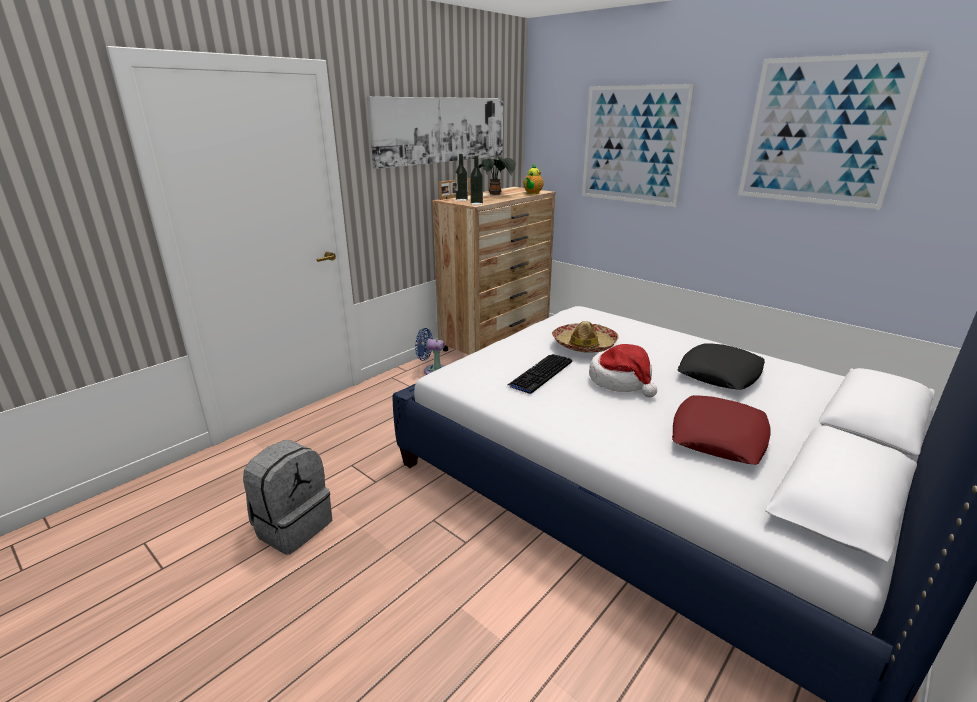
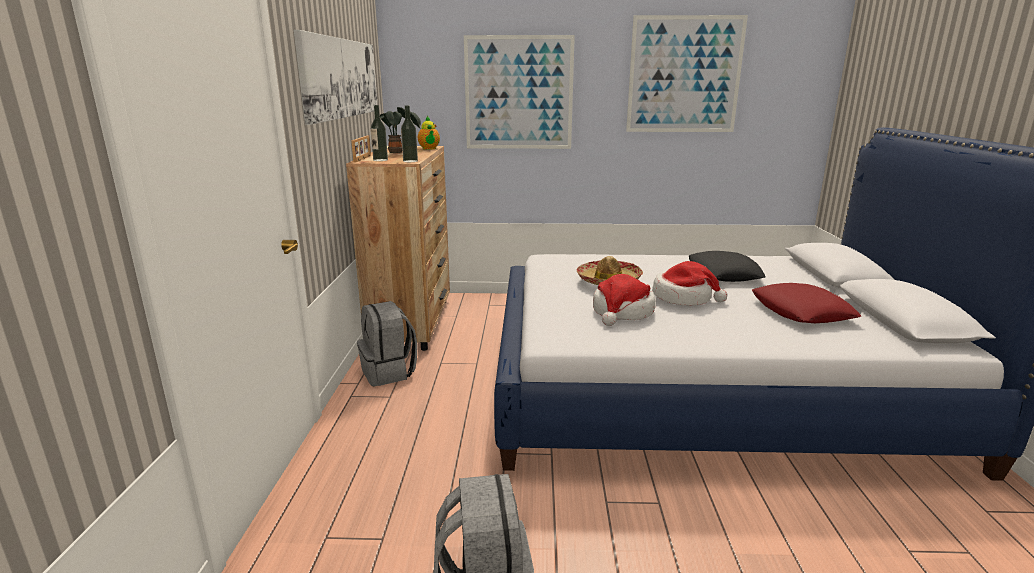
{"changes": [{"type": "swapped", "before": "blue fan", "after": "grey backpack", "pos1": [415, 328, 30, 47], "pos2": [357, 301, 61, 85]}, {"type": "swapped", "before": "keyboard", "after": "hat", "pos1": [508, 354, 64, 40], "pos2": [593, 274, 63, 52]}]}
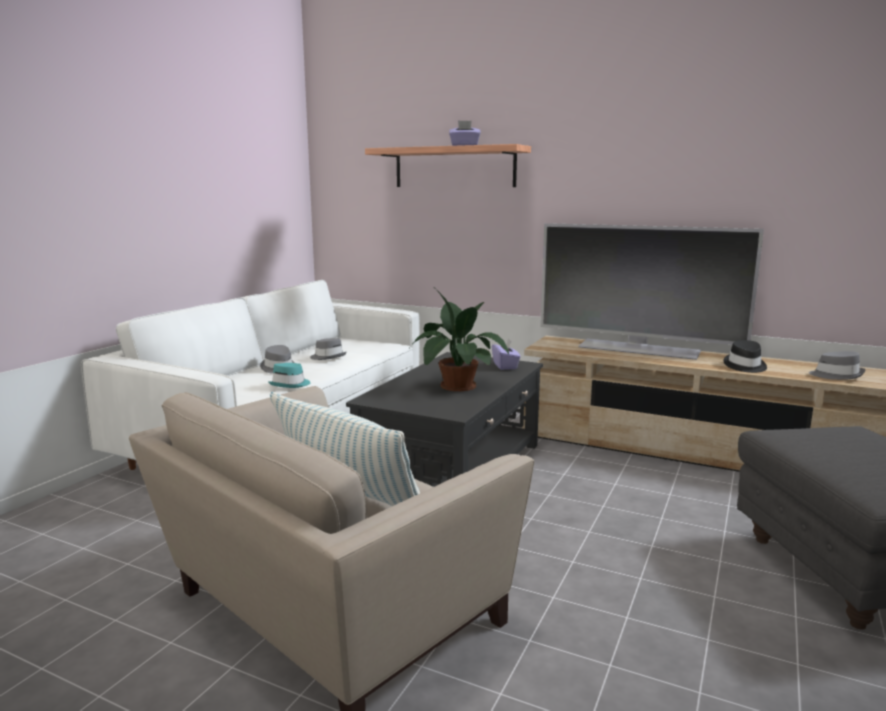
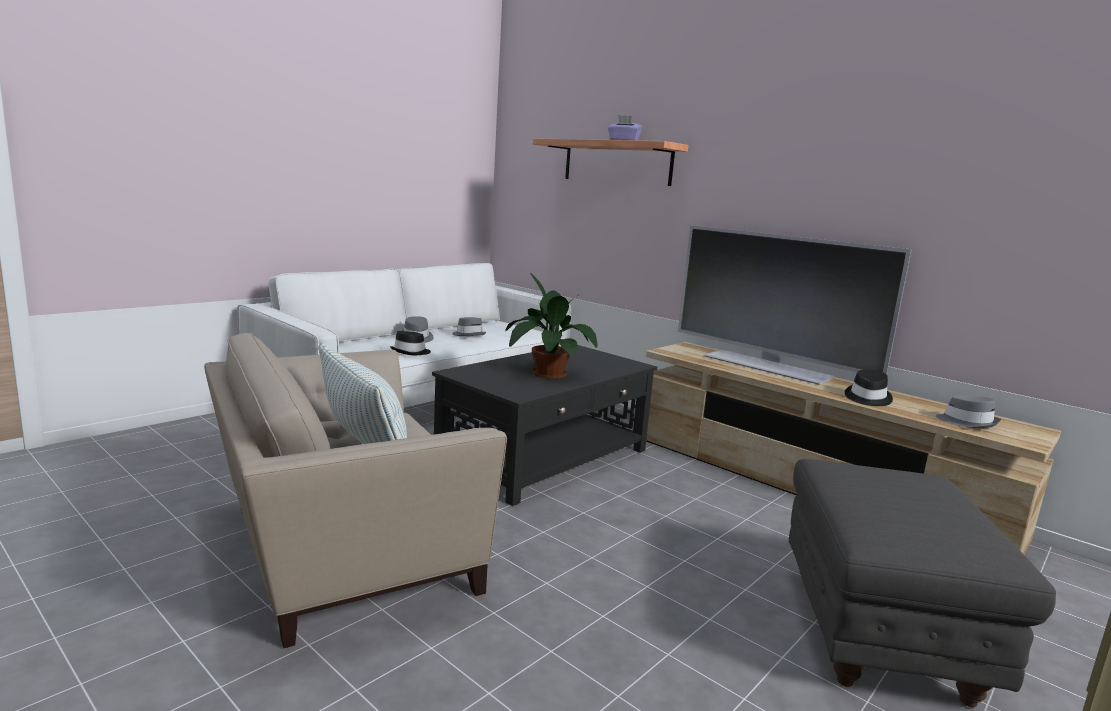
{"changes": [{"type": "gone", "before": "purple tissue box", "pos1": [492, 338, 28, 32]}, {"type": "repainted", "before": "turquoise hat", "after": "black hat", "pos1": [268, 363, 42, 25], "pos2": [390, 331, 41, 24]}]}
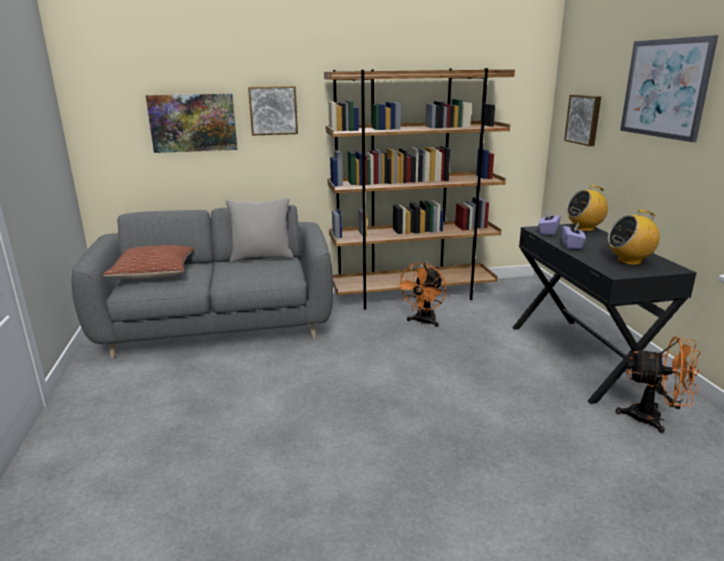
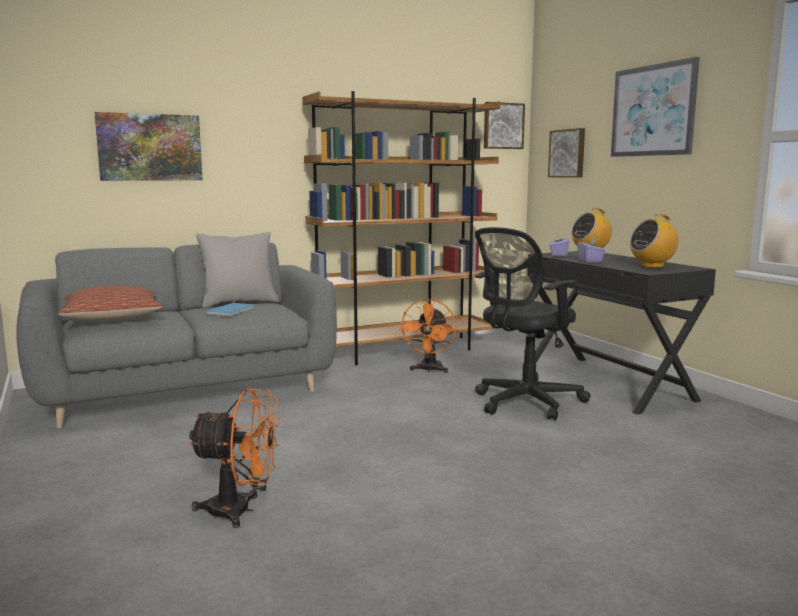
{"changes": [{"type": "shifted", "before": "picture", "pos1": [248, 86, 50, 50], "pos2": [484, 102, 41, 47]}, {"type": "shifted", "before": "orange fan", "pos1": [616, 336, 85, 97], "pos2": [188, 388, 92, 140]}, {"type": "new", "after": "black office chair", "pos2": [475, 227, 116, 194]}, {"type": "new", "after": "blue book", "pos2": [205, 303, 49, 13]}]}
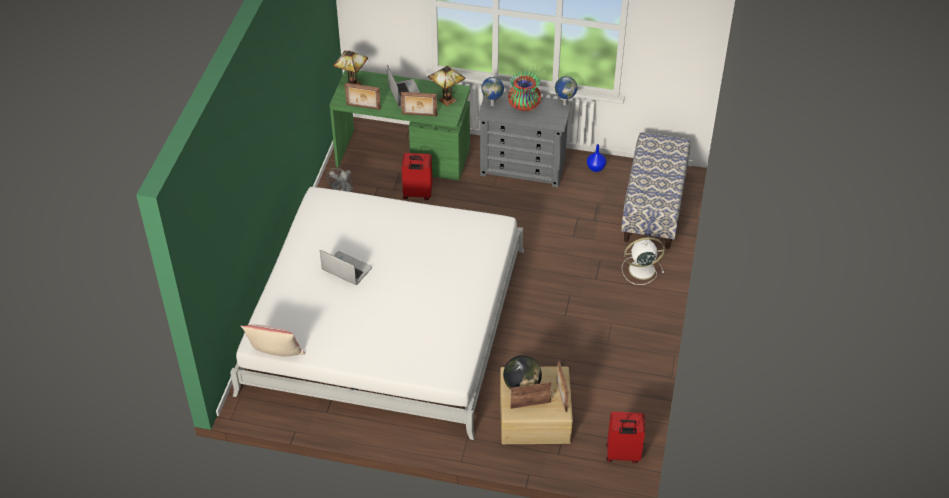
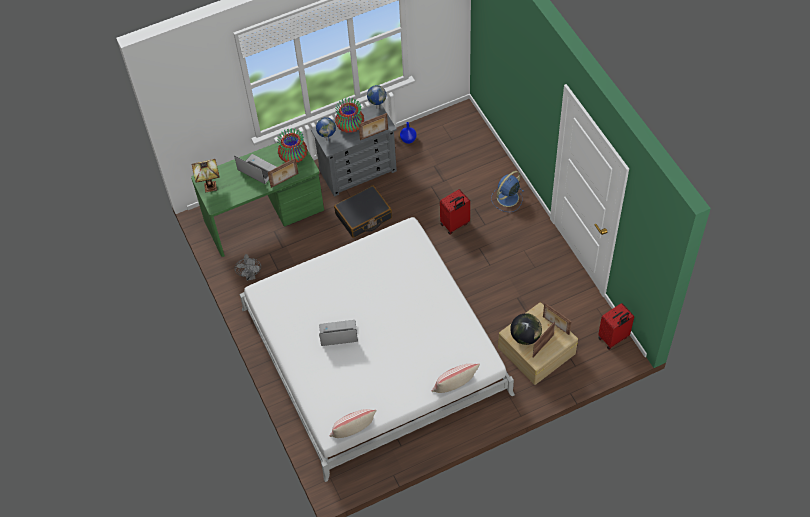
{"changes": [{"type": "swapped", "before": "table lamp", "after": "vase", "pos1": [428, 65, 37, 41], "pos2": [277, 128, 31, 34]}, {"type": "shifted", "before": "picture frame", "pos1": [345, 83, 36, 27], "pos2": [358, 113, 30, 27]}, {"type": "gone", "before": "bench", "pos1": [621, 132, 69, 117]}, {"type": "shifted", "before": "red suitcase", "pos1": [402, 153, 30, 47], "pos2": [440, 189, 30, 46]}, {"type": "repainted", "before": "white fan", "after": "blue fan", "pos1": [622, 237, 42, 48], "pos2": [491, 171, 33, 41]}, {"type": "new", "after": "black suitcase", "pos2": [334, 185, 58, 53]}, {"type": "new", "after": "pillow", "pos2": [432, 363, 48, 30]}]}
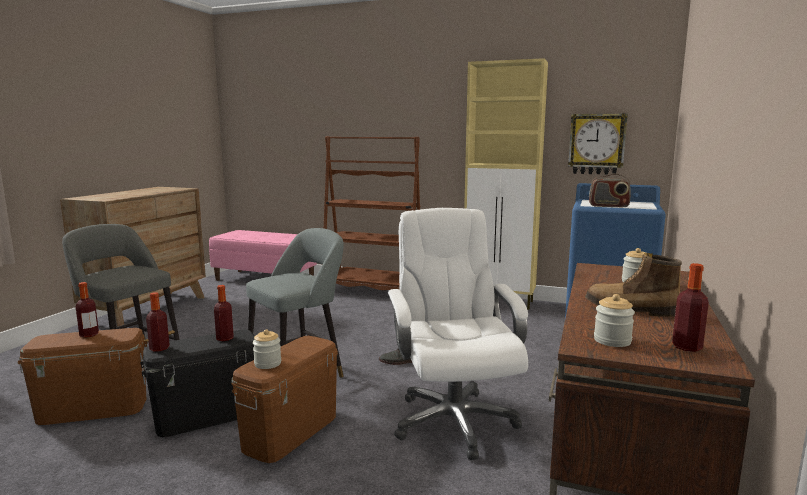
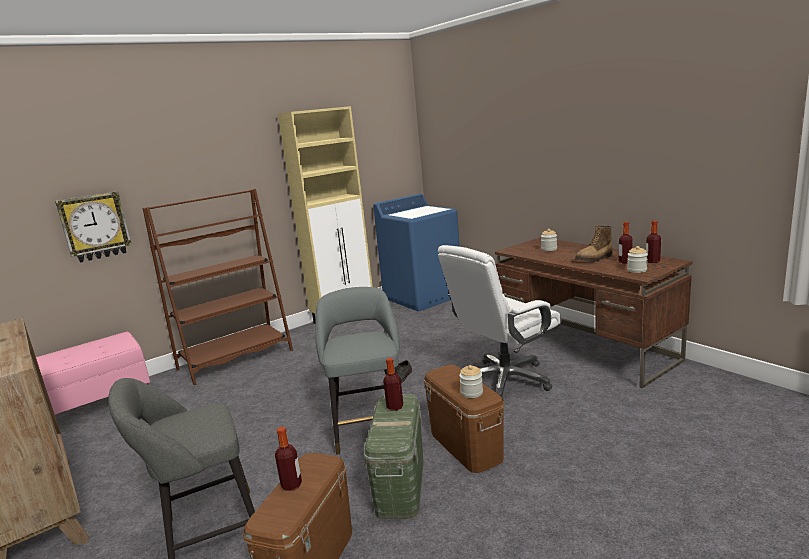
{"changes": [{"type": "shifted", "before": "wall clock", "pos1": [568, 113, 60, 62], "pos2": [55, 191, 76, 72]}, {"type": "gone", "before": "radio", "pos1": [589, 173, 42, 34]}, {"type": "rotated", "before": "white office chair", "pos1": [388, 208, 140, 252], "pos2": [438, 245, 123, 154], "turn": -60}, {"type": "shifted", "before": "bottle", "pos1": [146, 292, 24, 60], "pos2": [619, 222, 14, 41]}, {"type": "repainted", "before": "black storage box", "after": "green storage box", "pos1": [140, 329, 115, 108], "pos2": [364, 394, 60, 125]}]}
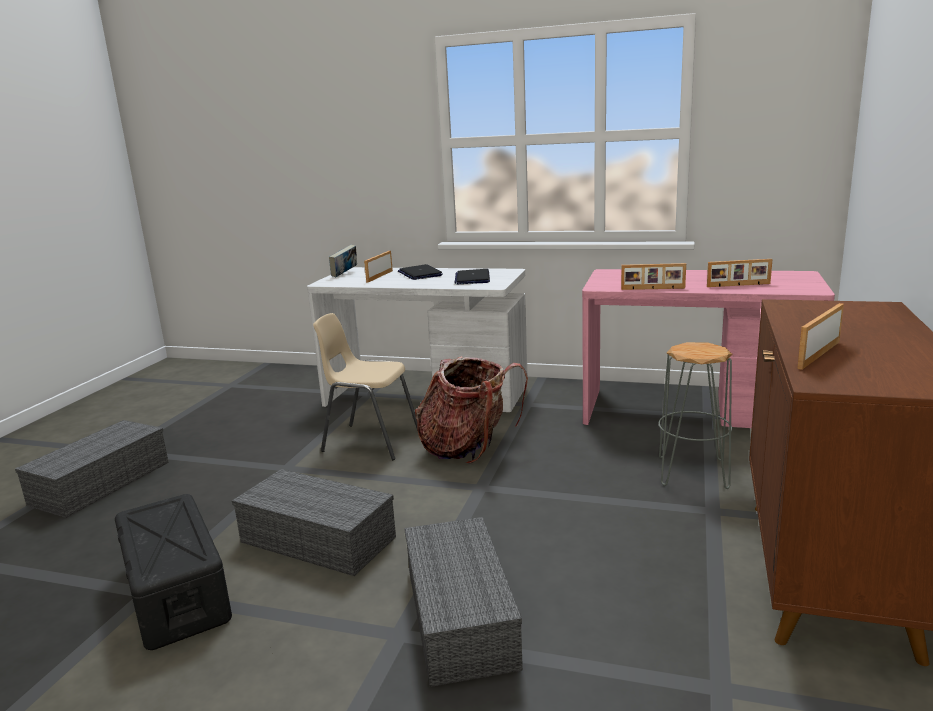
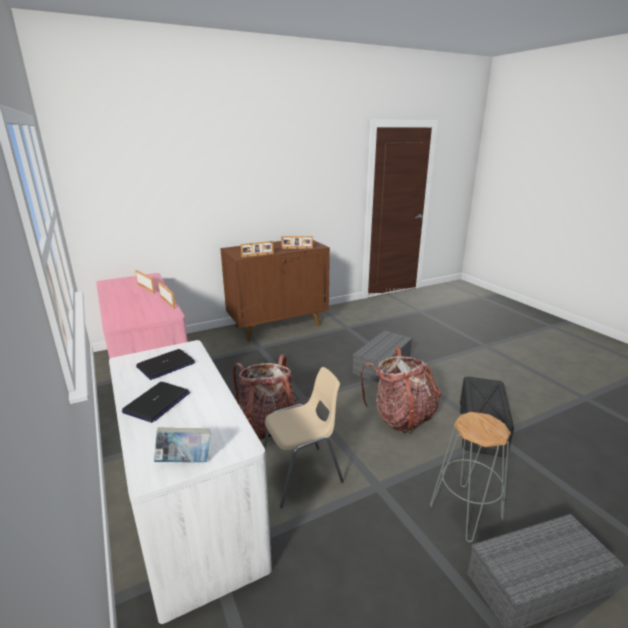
{"changes": [{"type": "shifted", "before": "picture frame", "pos1": [364, 251, 29, 31], "pos2": [241, 241, 33, 16]}, {"type": "rotated", "before": "beige chair", "pos1": [313, 313, 105, 147], "pos2": [263, 367, 81, 141], "turn": -90}, {"type": "shifted", "before": "grey stool", "pos1": [658, 342, 75, 147], "pos2": [430, 412, 81, 130]}, {"type": "swapped", "before": "grey storage box", "after": "backpack", "pos1": [232, 469, 164, 107], "pos2": [360, 346, 81, 88]}]}
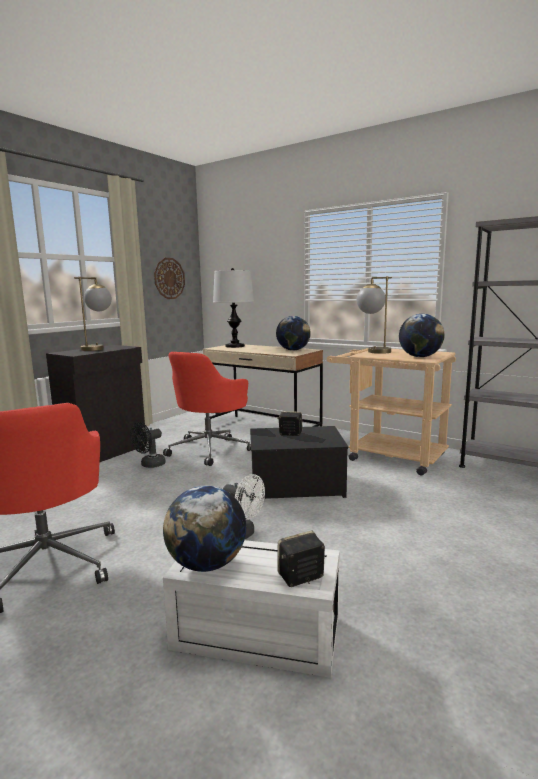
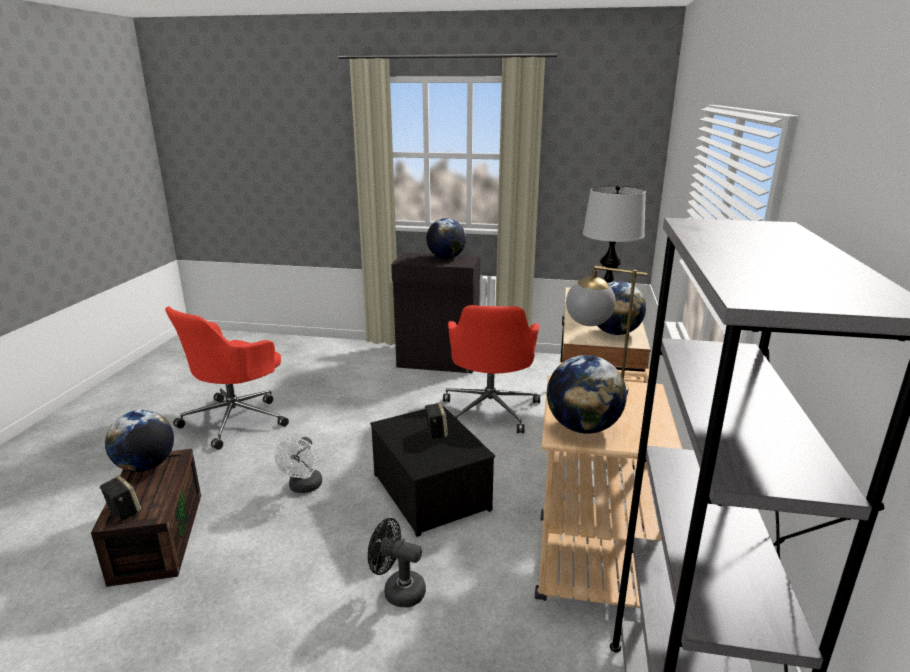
{"changes": [{"type": "gone", "before": "wall clock", "pos1": [154, 258, 31, 41]}, {"type": "swapped", "before": "table lamp", "after": "globe", "pos1": [74, 277, 38, 74], "pos2": [426, 218, 40, 41]}, {"type": "rotated", "before": "red office chair", "pos1": [163, 352, 88, 114], "pos2": [443, 305, 97, 128], "turn": -90}, {"type": "shifted", "before": "black fan", "pos1": [130, 422, 36, 46], "pos2": [368, 518, 58, 89]}, {"type": "repainted", "before": "white storage box", "after": "brown storage box", "pos1": [163, 540, 177, 138], "pos2": [91, 449, 110, 138]}]}
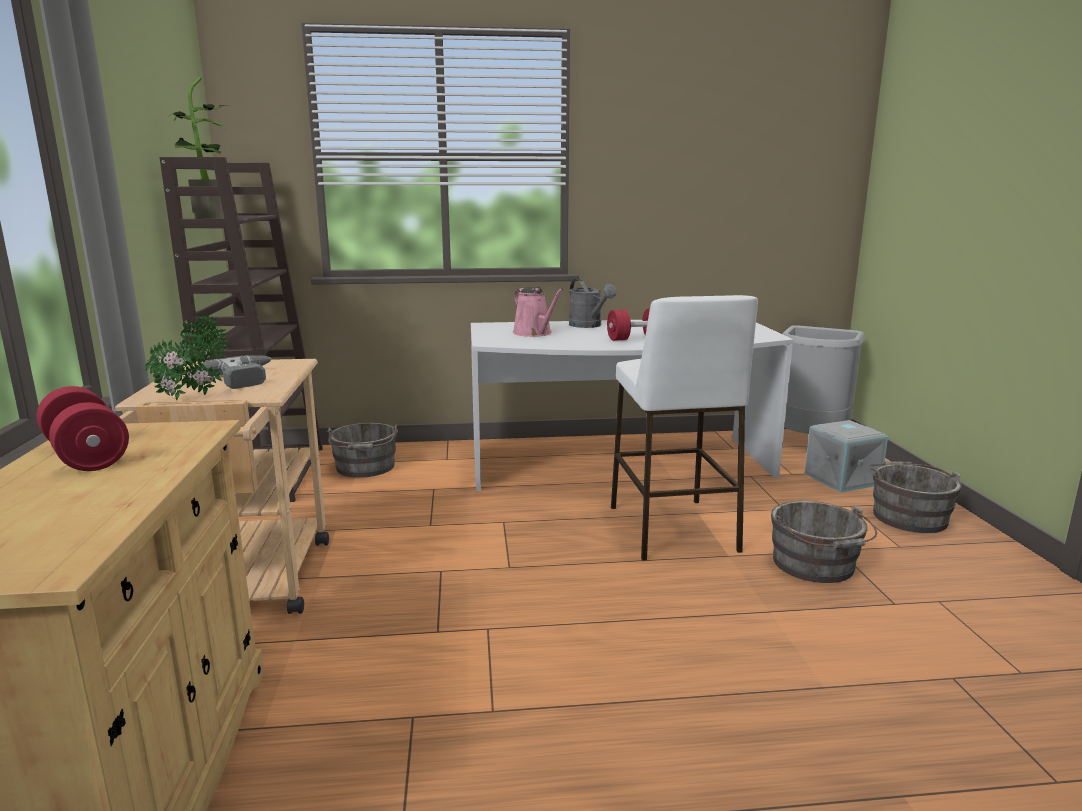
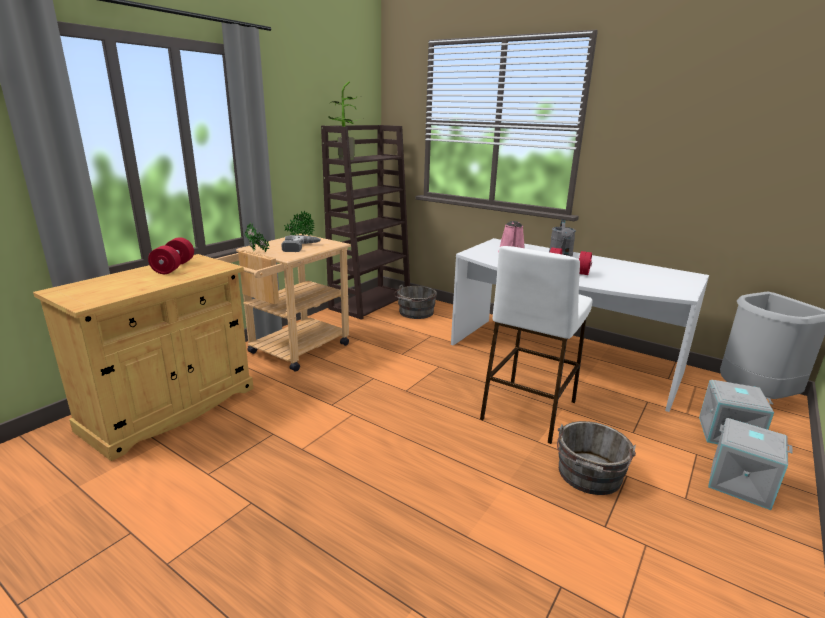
{"changes": [{"type": "swapped", "before": "grey bucket", "after": "grey storage box", "pos1": [869, 461, 93, 72], "pos2": [708, 418, 85, 92]}]}
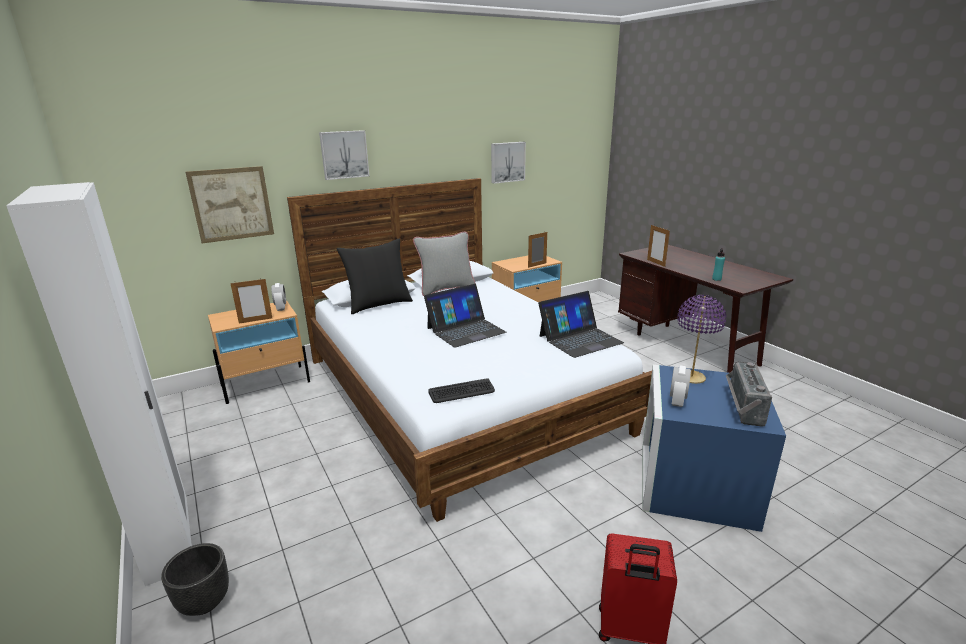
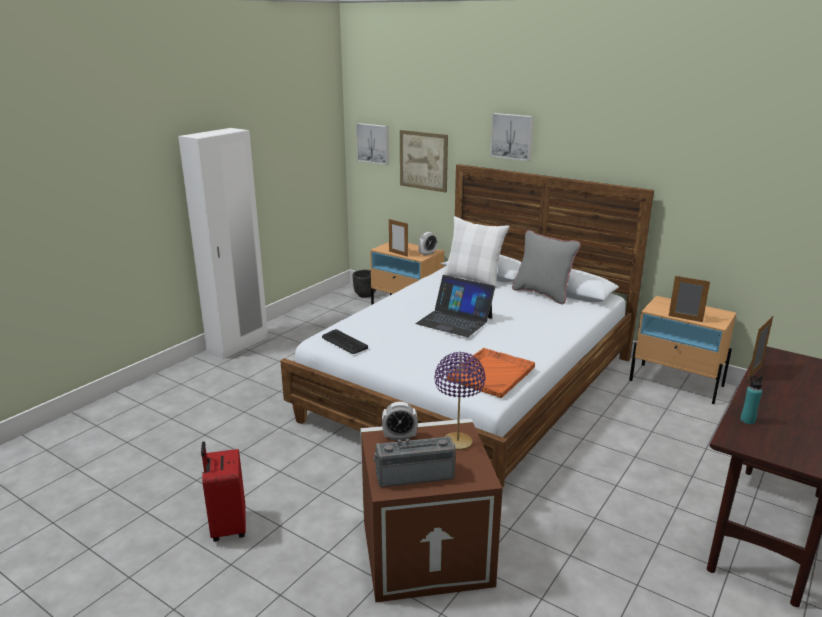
{"changes": [{"type": "shifted", "before": "picture", "pos1": [491, 142, 35, 42], "pos2": [356, 123, 33, 42]}, {"type": "repainted", "before": "black pillow", "after": "white pillow", "pos1": [337, 239, 76, 75], "pos2": [442, 216, 68, 72]}, {"type": "swapped", "before": "laptop", "after": "orange tray", "pos1": [538, 291, 86, 67], "pos2": [447, 348, 88, 50]}, {"type": "repainted", "before": "blue storage box", "after": "brown storage box", "pos1": [642, 365, 144, 167], "pos2": [360, 419, 143, 183]}, {"type": "shifted", "before": "black planter", "pos1": [161, 543, 68, 73], "pos2": [352, 270, 24, 28]}]}
